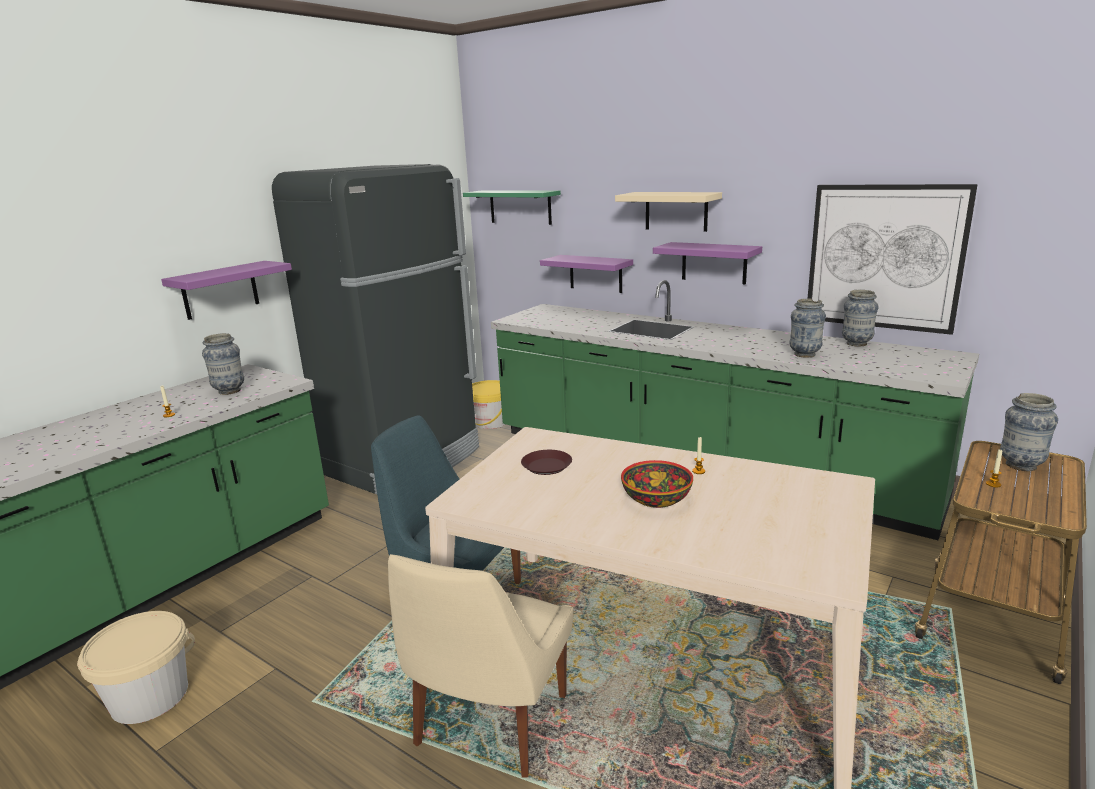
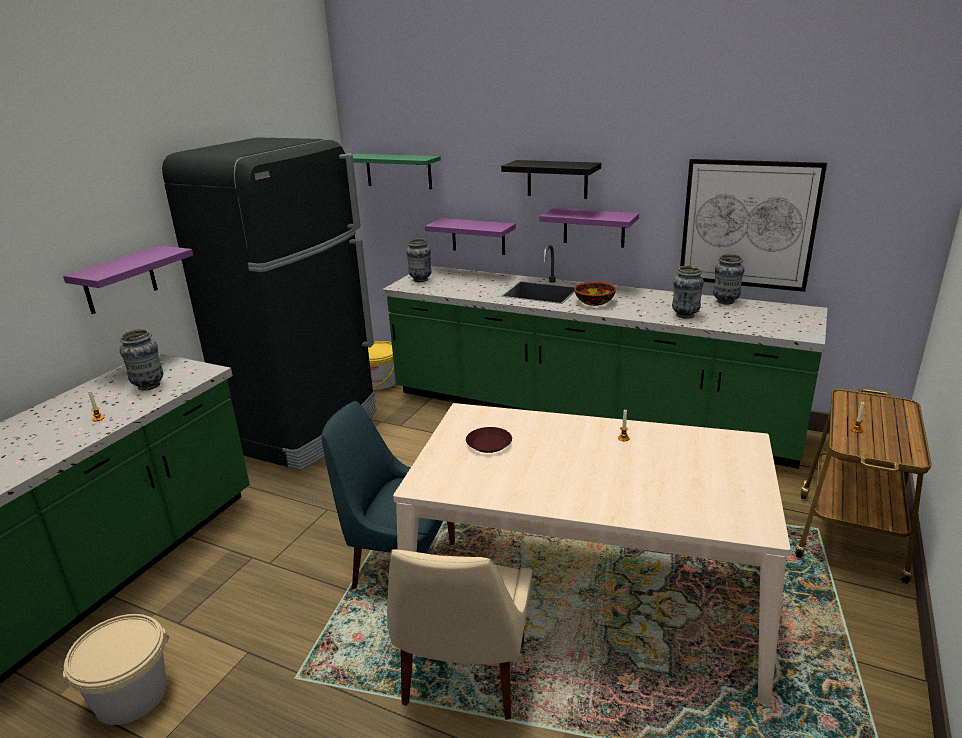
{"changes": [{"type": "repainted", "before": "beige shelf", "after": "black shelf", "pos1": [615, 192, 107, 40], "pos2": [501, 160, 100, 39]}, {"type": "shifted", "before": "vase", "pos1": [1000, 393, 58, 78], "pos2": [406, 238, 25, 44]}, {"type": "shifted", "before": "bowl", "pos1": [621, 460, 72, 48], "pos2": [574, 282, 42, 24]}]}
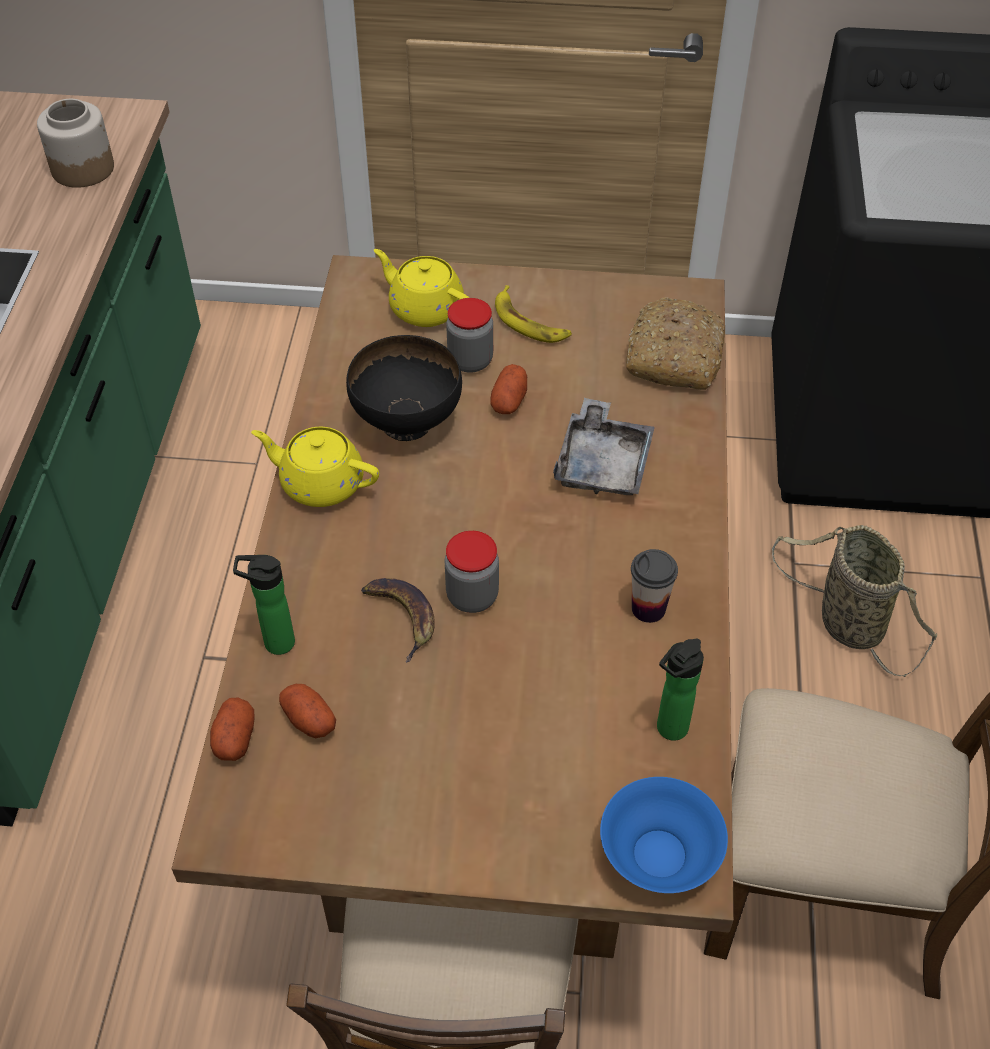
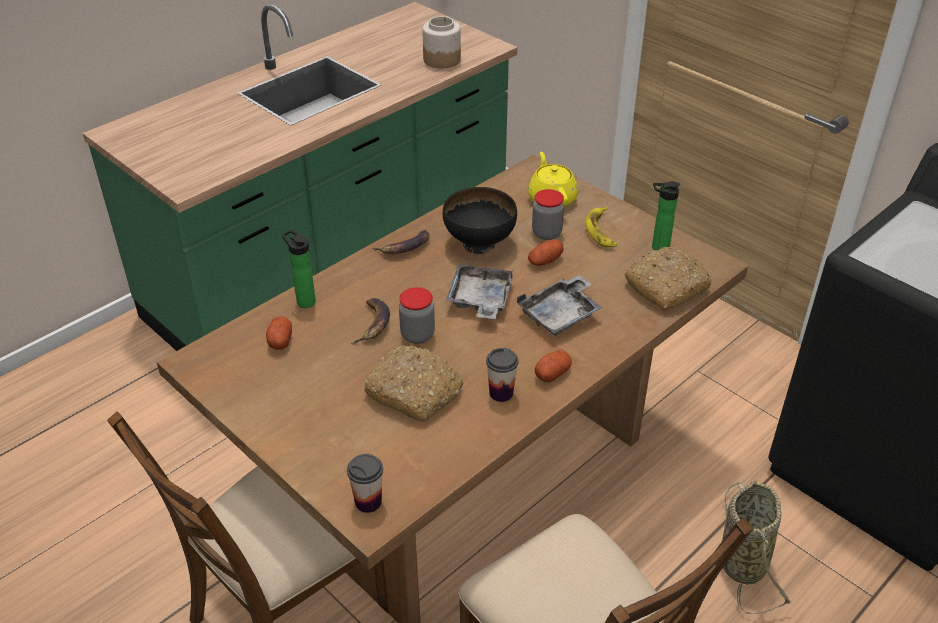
{"changes": [{"type": "swapped", "before": "yellow teapot", "after": "banana", "pos1": [251, 427, 128, 80], "pos2": [373, 230, 57, 24]}, {"type": "shifted", "before": "bottle", "pos1": [657, 639, 47, 102], "pos2": [652, 181, 28, 69]}, {"type": "shifted", "before": "potato", "pos1": [210, 698, 44, 63], "pos2": [535, 350, 37, 32]}, {"type": "swapped", "before": "blue bowl", "after": "cup", "pos1": [600, 777, 128, 116], "pos2": [347, 454, 36, 59]}, {"type": "new", "after": "grey tray", "pos2": [446, 264, 68, 55]}, {"type": "new", "after": "bread", "pos2": [363, 345, 100, 77]}]}
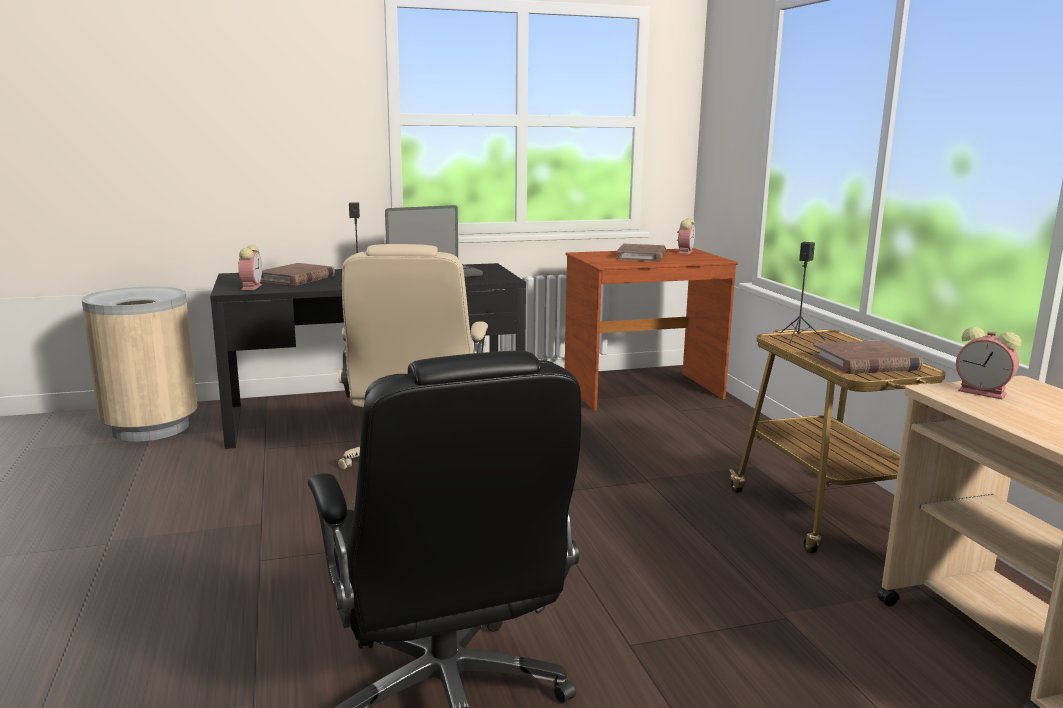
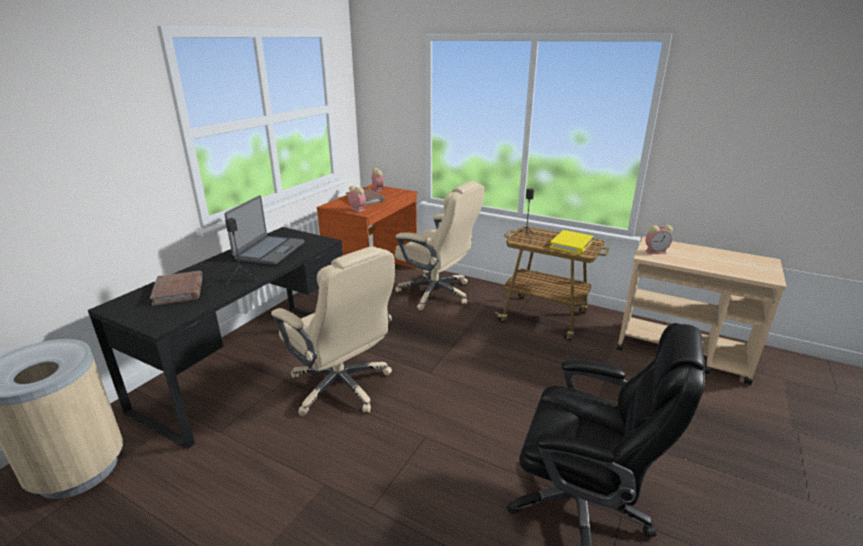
{"changes": [{"type": "shifted", "before": "alarm clock", "pos1": [238, 245, 24, 45], "pos2": [348, 186, 18, 26]}, {"type": "repainted", "before": "brown book", "after": "yellow book", "pos1": [812, 340, 111, 34], "pos2": [550, 230, 45, 24]}, {"type": "new", "after": "beige office chair", "pos2": [395, 181, 89, 129]}]}
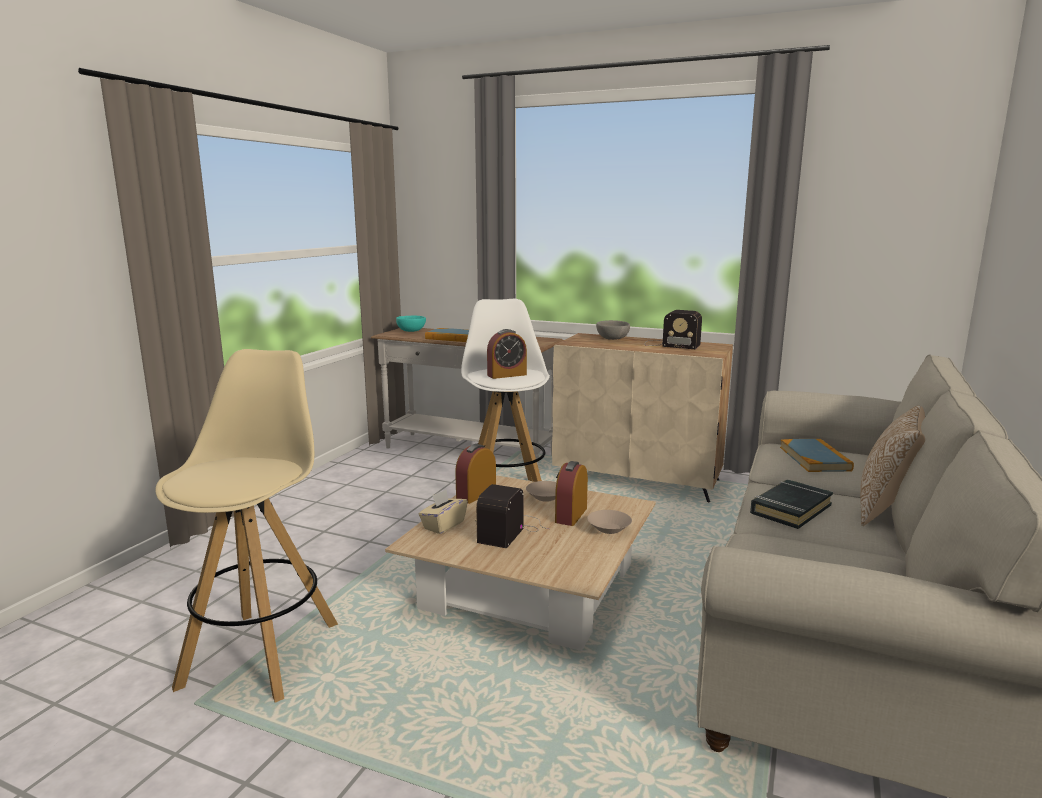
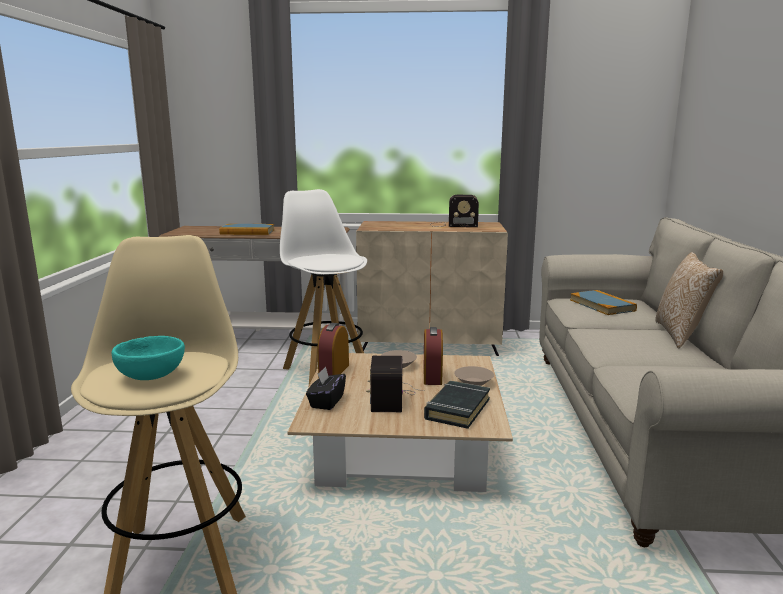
{"changes": [{"type": "shifted", "before": "turquoise bowl", "pos1": [396, 316, 30, 16], "pos2": [112, 336, 73, 44]}, {"type": "gone", "before": "grey bowl", "pos1": [596, 320, 34, 20]}, {"type": "gone", "before": "alarm clock", "pos1": [487, 329, 40, 50]}, {"type": "shifted", "before": "black book", "pos1": [750, 479, 83, 50], "pos2": [424, 381, 66, 48]}, {"type": "repainted", "before": "beige tissue box", "after": "black tissue box", "pos1": [419, 489, 49, 45], "pos2": [306, 367, 40, 43]}]}
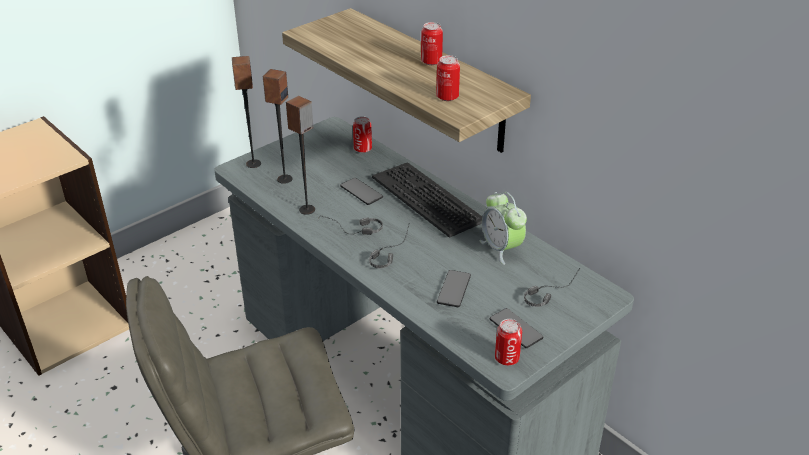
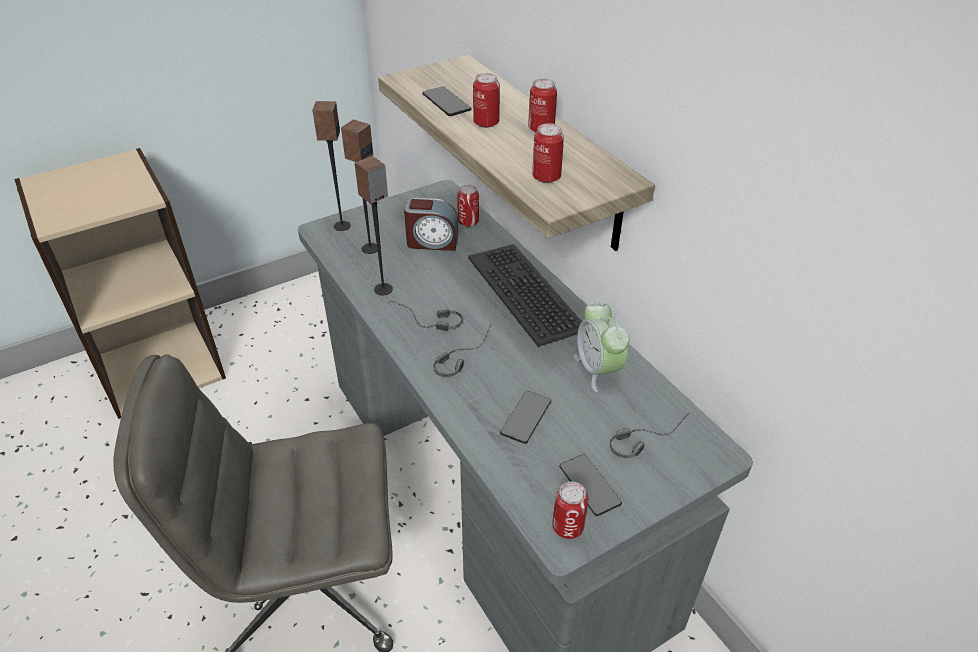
{"changes": [{"type": "shifted", "before": "phone", "pos1": [340, 178, 43, 27], "pos2": [422, 86, 49, 30]}, {"type": "new", "after": "can", "pos2": [473, 73, 27, 55]}, {"type": "new", "after": "alarm clock", "pos2": [404, 198, 54, 53]}]}
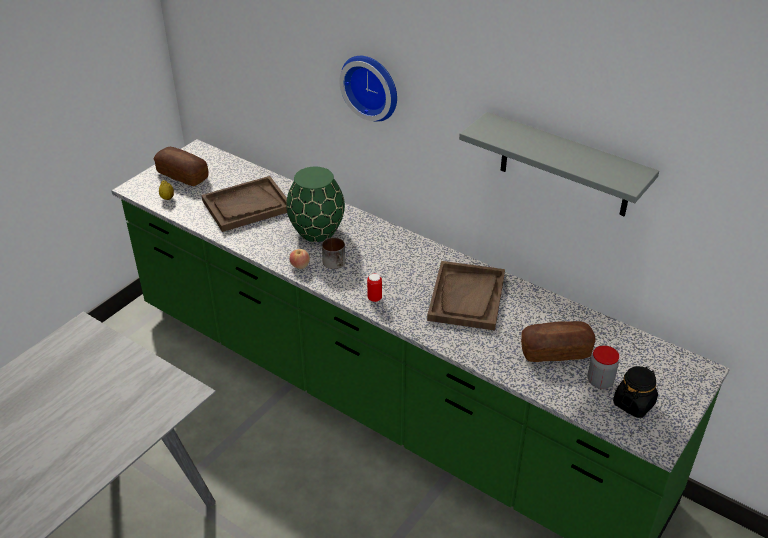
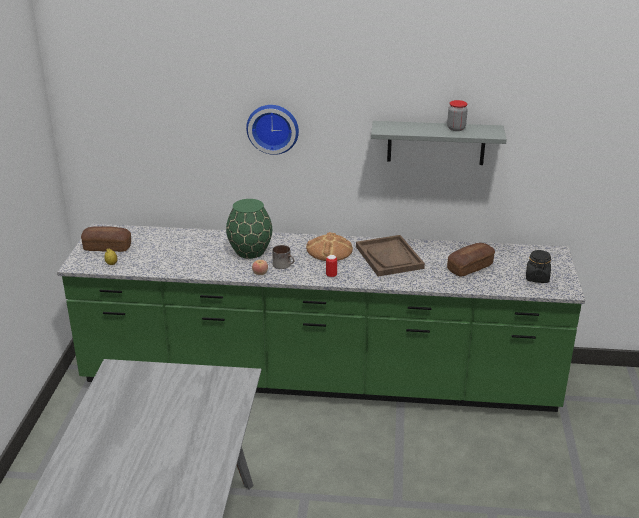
{"changes": [{"type": "gone", "before": "brown tray", "pos1": [201, 176, 86, 56]}, {"type": "shifted", "before": "jar", "pos1": [588, 345, 31, 44], "pos2": [447, 100, 21, 31]}, {"type": "new", "after": "bread", "pos2": [306, 232, 47, 29]}]}
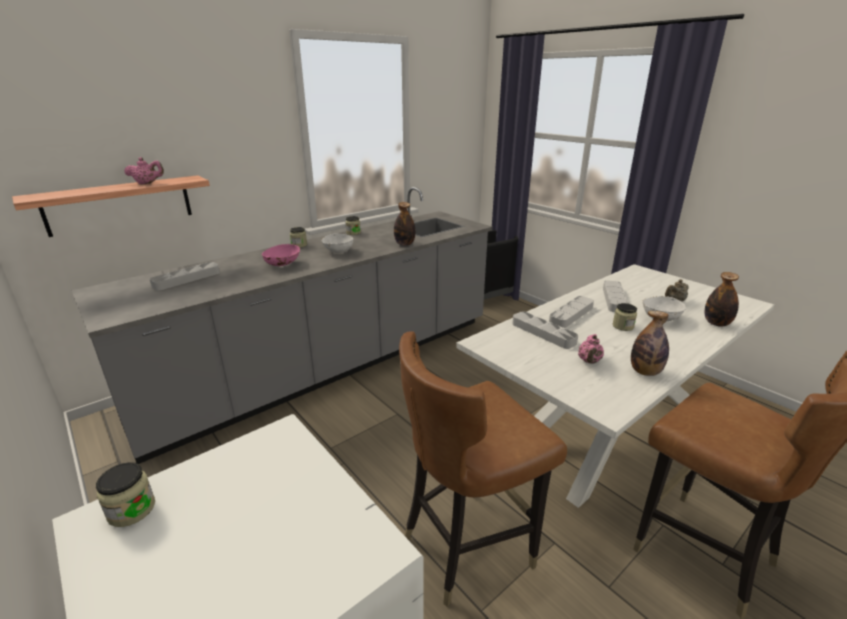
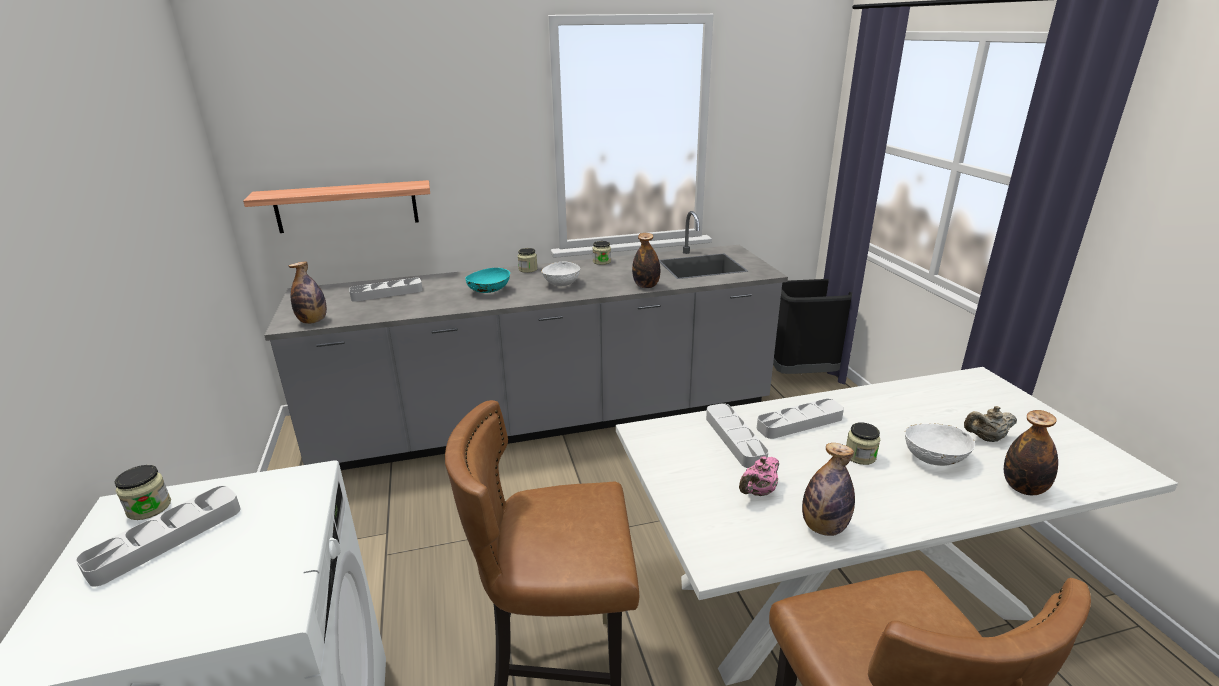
{"changes": [{"type": "gone", "before": "pink teapot", "pos1": [124, 157, 40, 27]}, {"type": "repainted", "before": "pink bowl", "after": "turquoise bowl", "pos1": [262, 244, 38, 22], "pos2": [465, 268, 45, 25]}, {"type": "shifted", "before": "grey tray", "pos1": [603, 280, 25, 32], "pos2": [76, 486, 165, 101]}, {"type": "new", "after": "bottle", "pos2": [289, 261, 38, 63]}]}
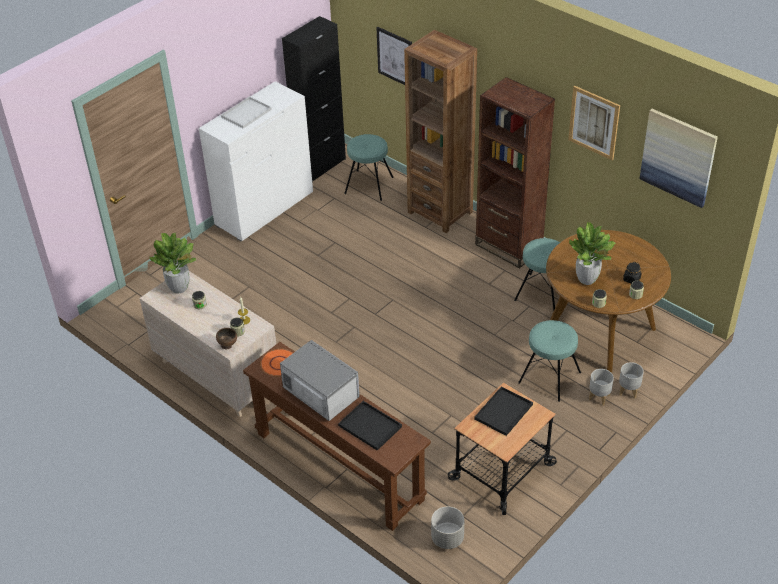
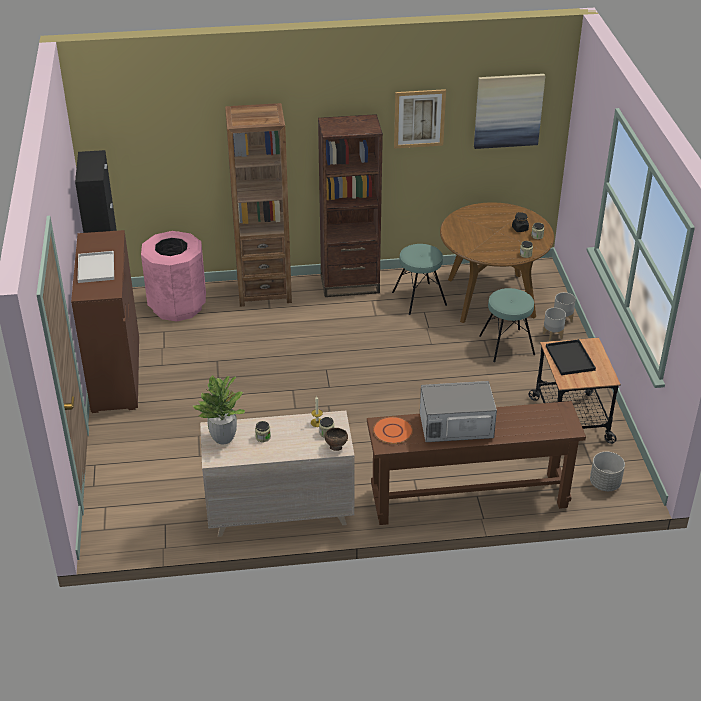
{"changes": [{"type": "gone", "before": "picture", "pos1": [377, 27, 35, 58]}, {"type": "repainted", "before": "white dresser", "after": "brown dresser", "pos1": [199, 81, 114, 160], "pos2": [71, 230, 68, 183]}, {"type": "swapped", "before": "turquoise stool", "after": "pink trash can", "pos1": [344, 134, 50, 67], "pos2": [141, 231, 65, 91]}, {"type": "gone", "before": "potted plant", "pos1": [569, 222, 47, 63]}, {"type": "gone", "before": "black tray", "pos1": [338, 401, 64, 50]}]}
